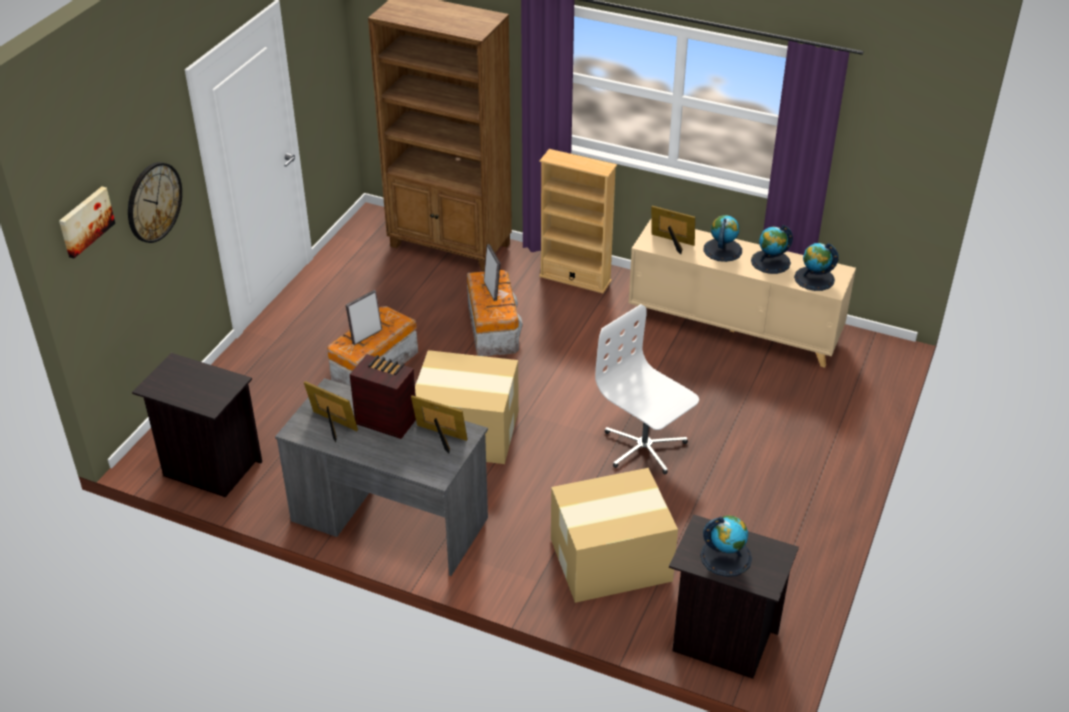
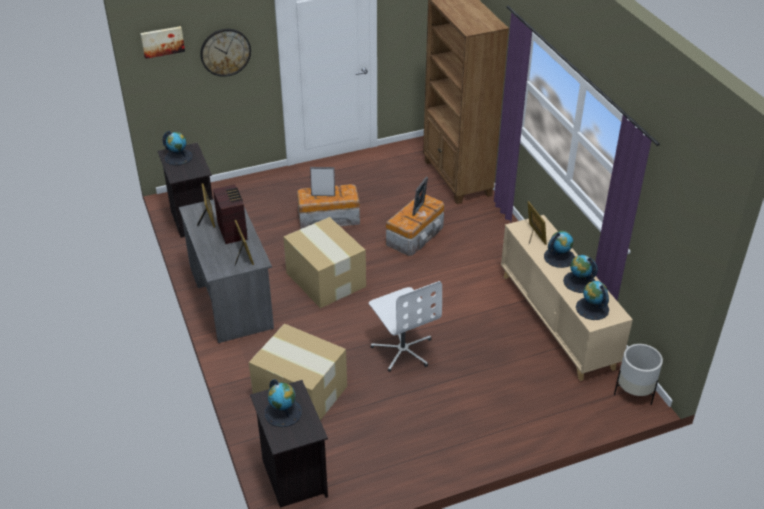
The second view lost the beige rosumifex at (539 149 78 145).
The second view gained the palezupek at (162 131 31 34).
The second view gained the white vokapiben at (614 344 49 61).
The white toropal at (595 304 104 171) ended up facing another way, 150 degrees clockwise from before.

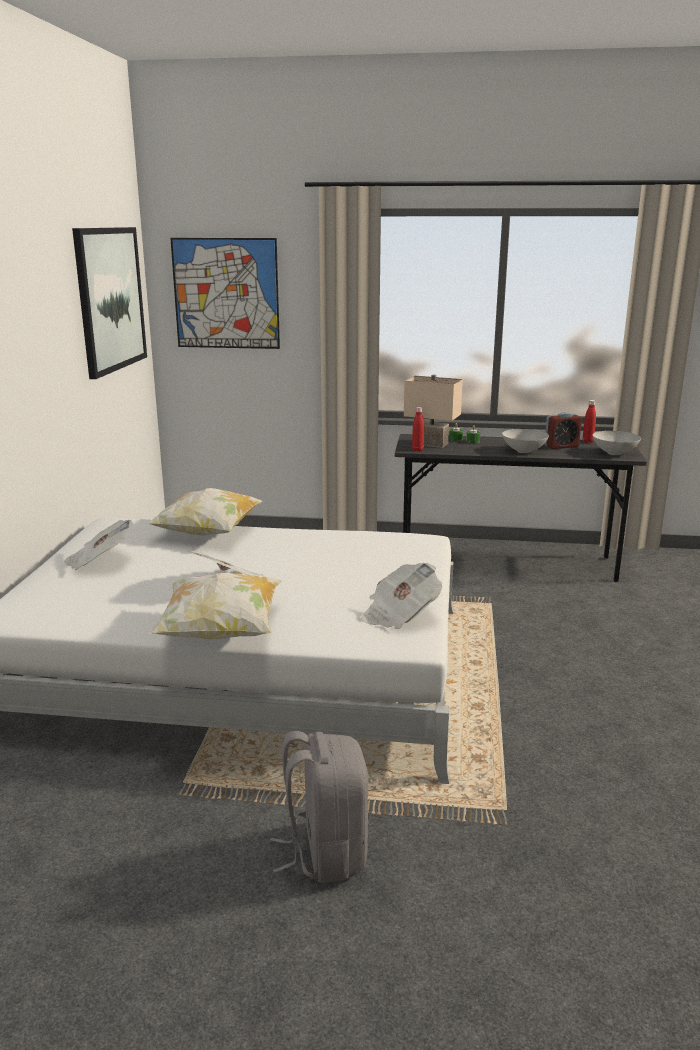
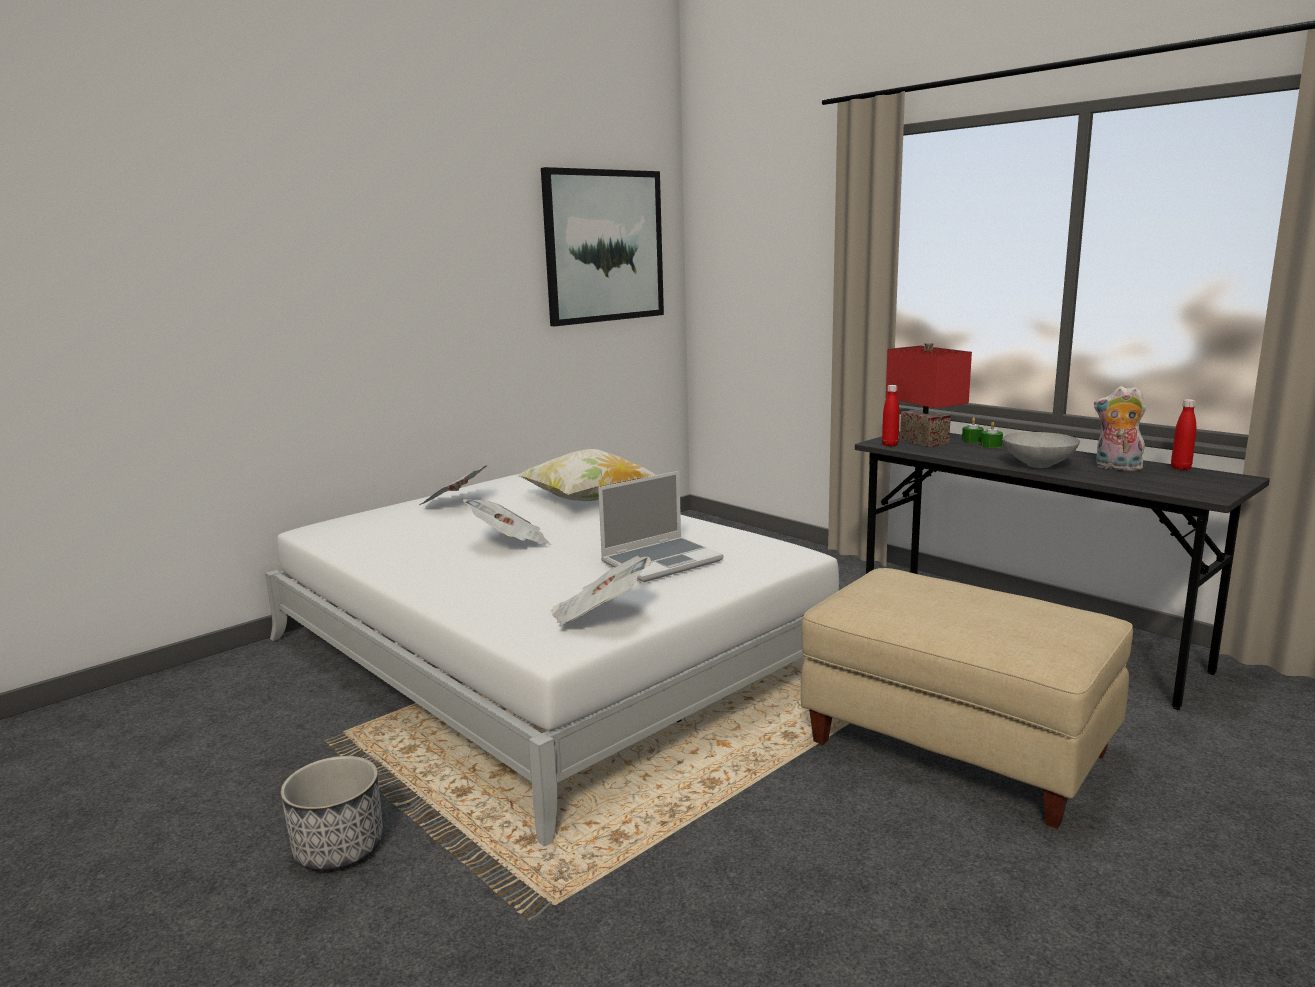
The second view lost the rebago at (149 573 132 66).
The second view lost the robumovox at (170 238 110 111).
The second view lost the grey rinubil at (593 431 48 24).
The second view gained the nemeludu at (598 471 126 111).
The second view gained the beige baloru at (801 568 332 261).
Where the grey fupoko stood at (270 731 99 152), the vokapiben came to stand at (280 756 103 114).
Where the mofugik stood at (545 412 37 37), the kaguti came to stand at (1094 386 52 85).
What was the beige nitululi at (404 375 59 73) turned into the red nitululi at (886 343 86 104).

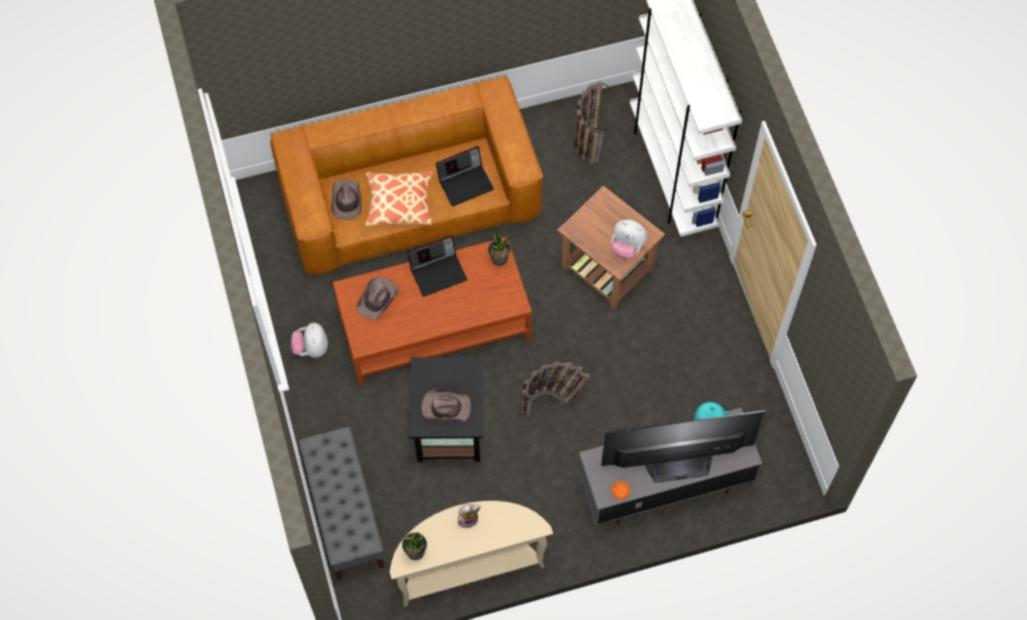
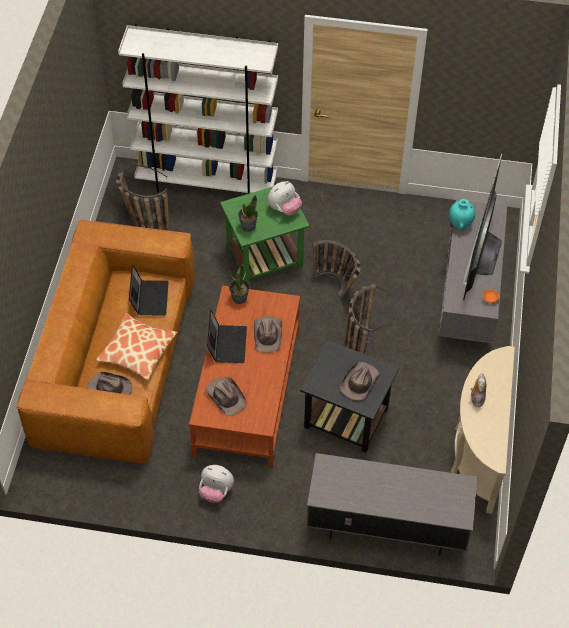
The second view gained the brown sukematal at (254 316 29 37).
The second view gained the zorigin at (309 240 52 57).
The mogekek ended up elsewhere, having gone from (402 532 25 28) to (238 195 20 37).
Where the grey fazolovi stood at (298 427 86 153), the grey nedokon came to stand at (306 453 171 103).
What was the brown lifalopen at (557 185 108 124) turned into the green lifalopen at (220 186 90 98).

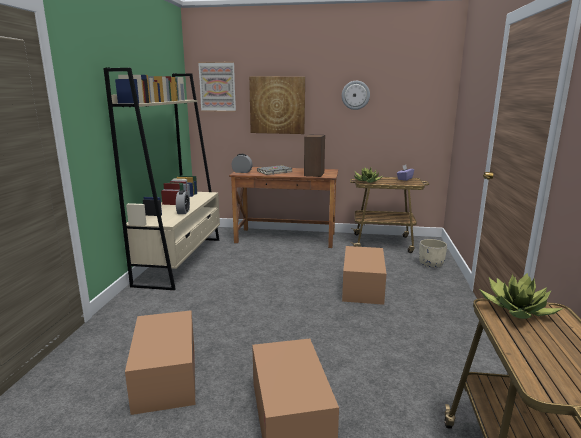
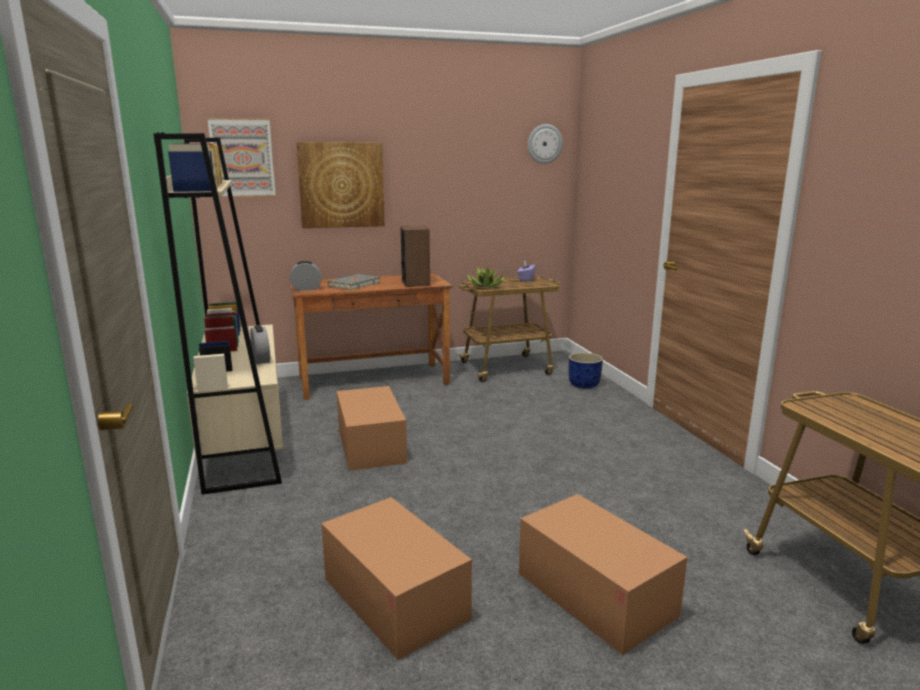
The second view lost the mogekek at (479 273 84 46).
The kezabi ended up elsewhere, having gone from (342 81 28 29) to (528 124 35 40).
The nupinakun ended up elsewhere, having gone from (342 246 44 59) to (337 386 70 85).
What was the beige vokapiben at (419 239 28 29) turned into the blue vokapiben at (569 352 34 37).

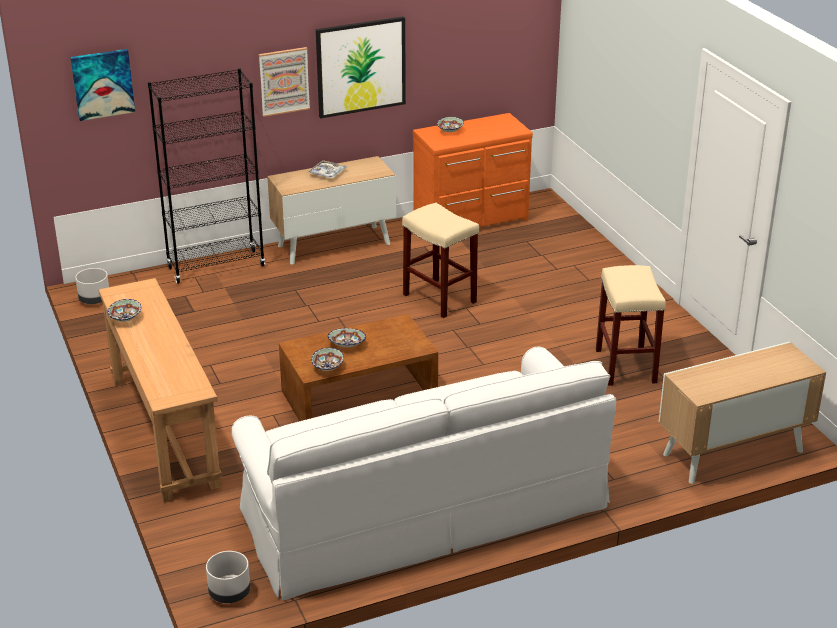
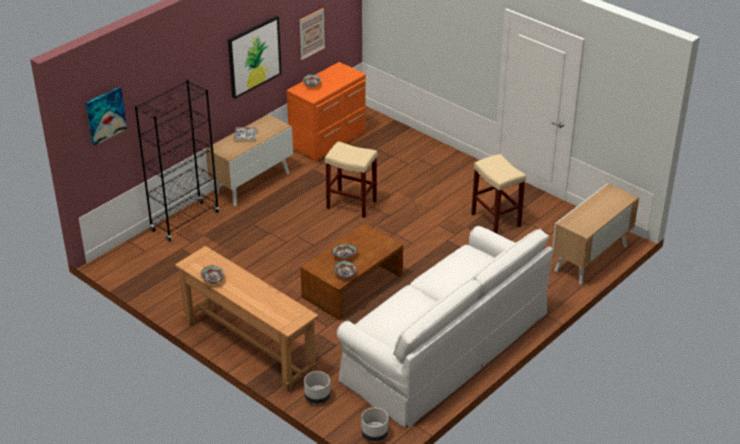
The grey vokapiben ended up elsewhere, having gone from (75 268 34 36) to (304 371 26 33).
The robumovox ended up elsewhere, having gone from (259 47 51 70) to (299 8 26 52).

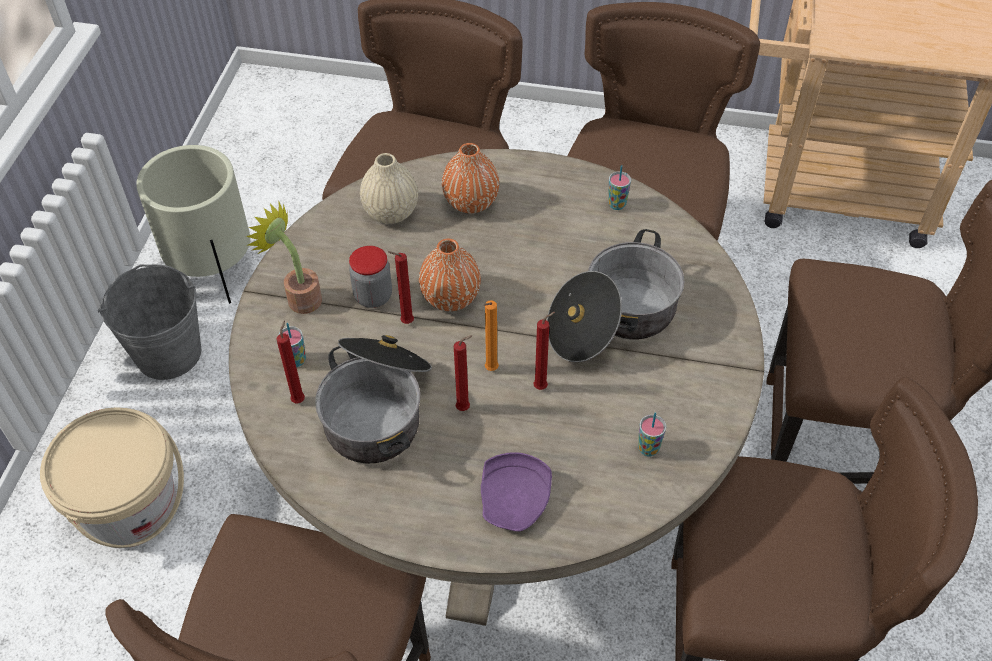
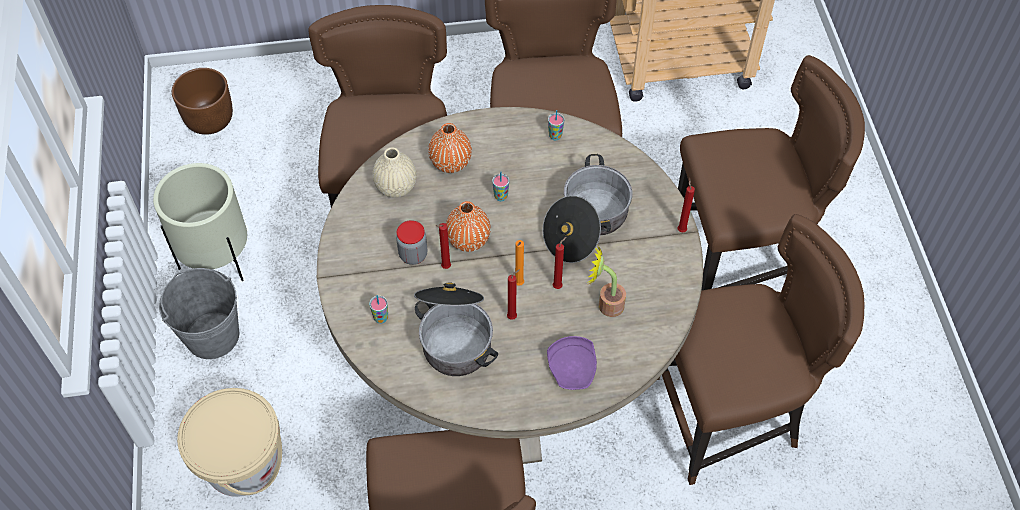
The second view gained the brown vokapiben at (172 68 61 67).
The mogekek ended up elsewhere, having gone from (246 200 76 114) to (587 244 39 73).
The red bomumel ended up elsewhere, having gone from (276 320 29 83) to (678 177 17 55).
The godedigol ended up elsewhere, having gone from (638 413 28 43) to (492 171 17 30).

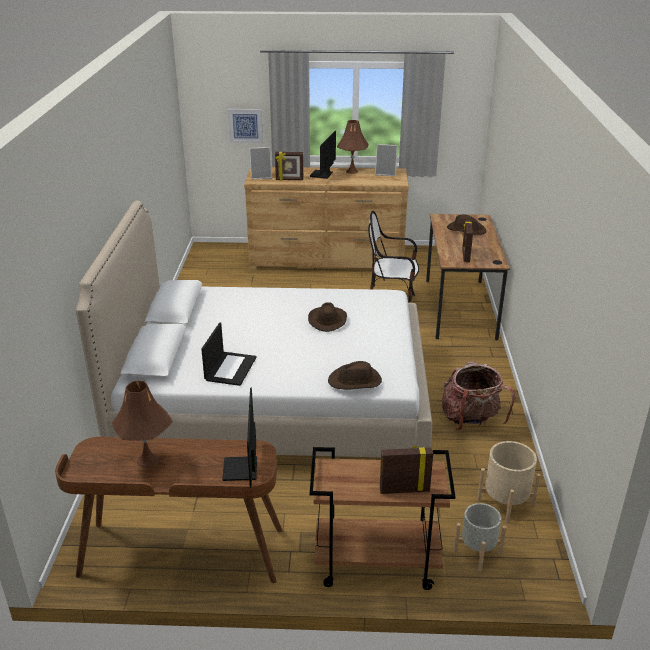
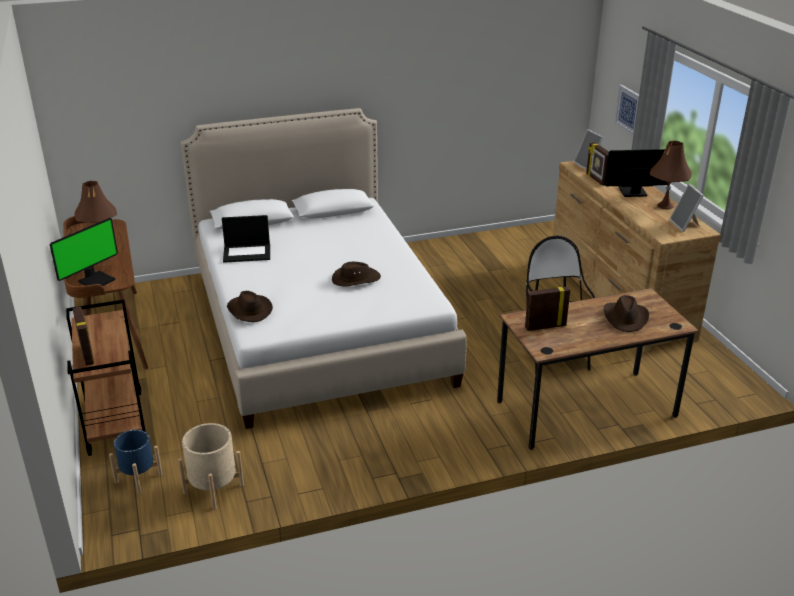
The second view lost the fupoko at (441 361 74 69).
What was the grey vokapiben at (454 503 53 69) turned into the blue vokapiben at (109 430 54 64).
The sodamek at (222 388 35 99) ended up facing another way, 150 degrees clockwise from before.

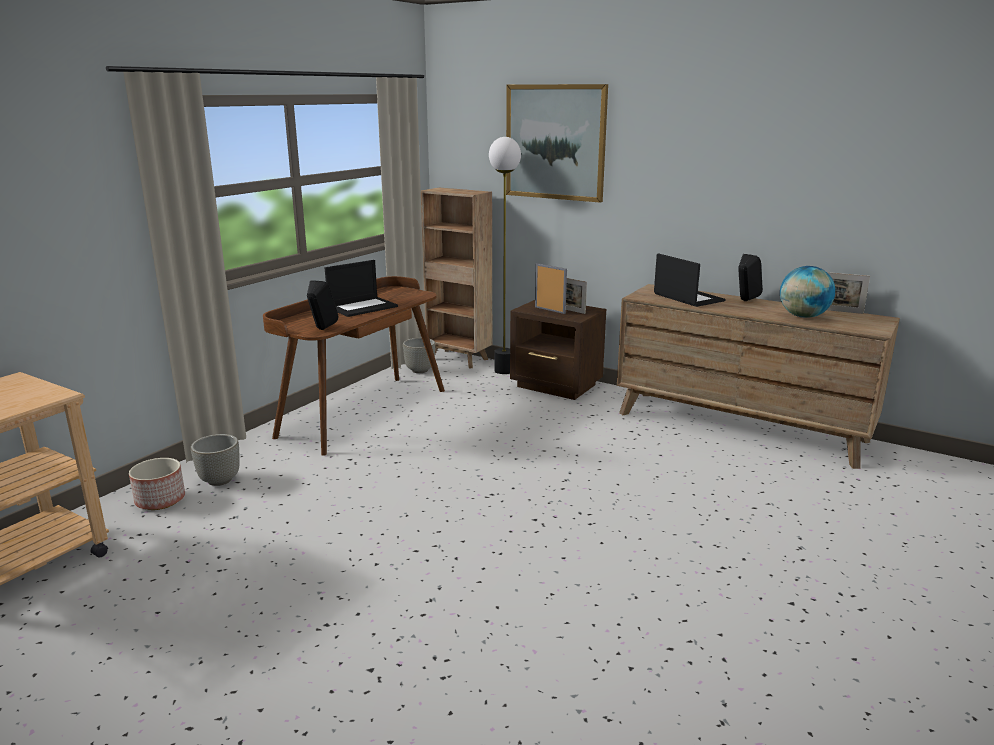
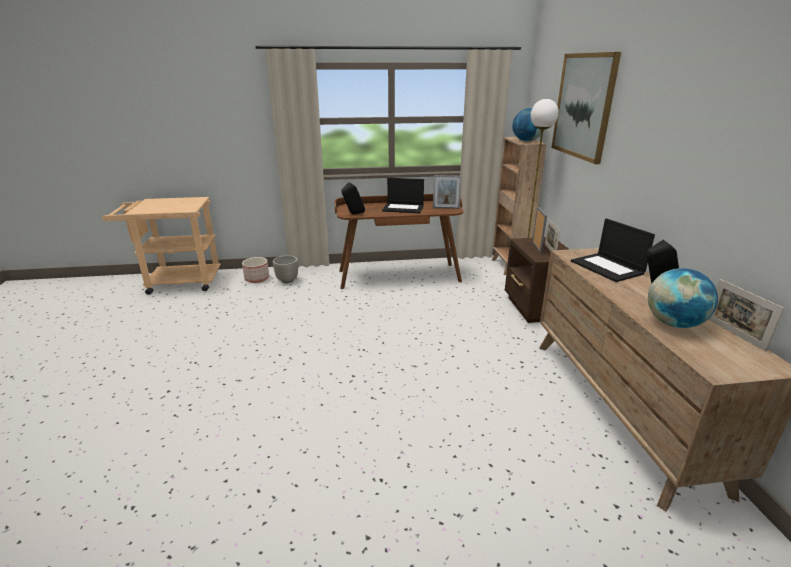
The second view lost the grey vokapiben at (403 338 32 35).
The second view gained the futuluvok at (433 175 29 34).
The second view gained the palezupek at (512 108 29 33).
The nemeludu at (654 253 72 54) ended up facing another way, 135 degrees clockwise from before.

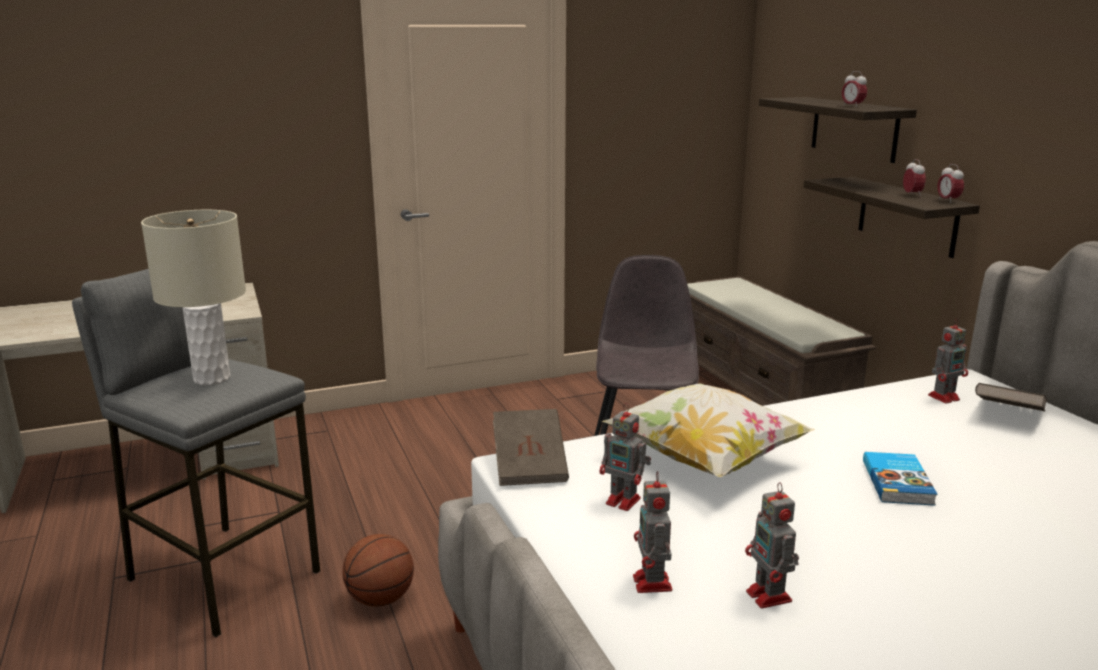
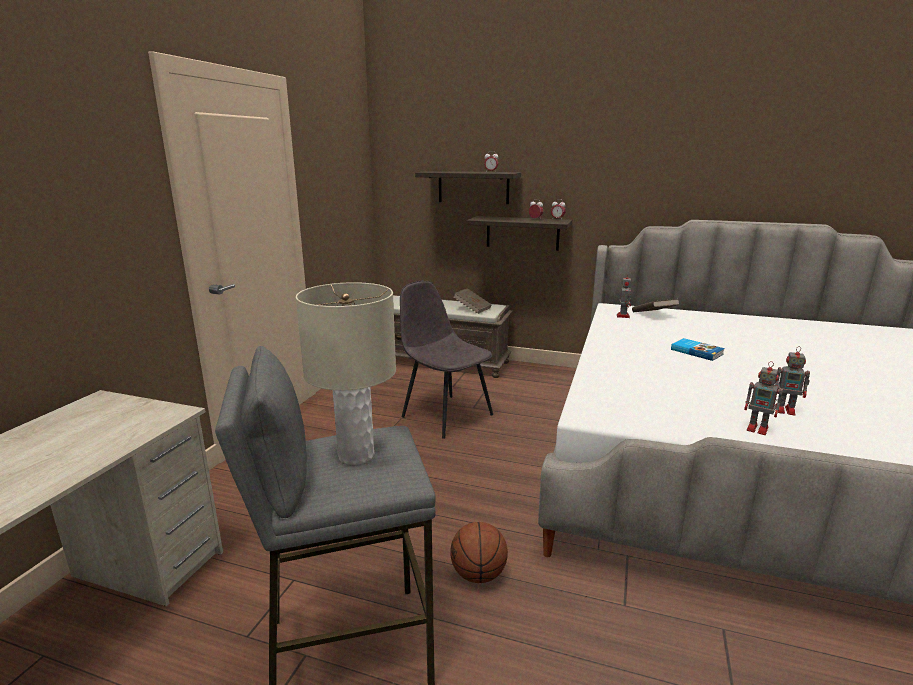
The second view lost the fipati at (600 403 51 108).
The second view lost the rebago at (602 384 213 93).
The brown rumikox ended up elsewhere, having gone from (493 409 76 77) to (453 288 39 26).

